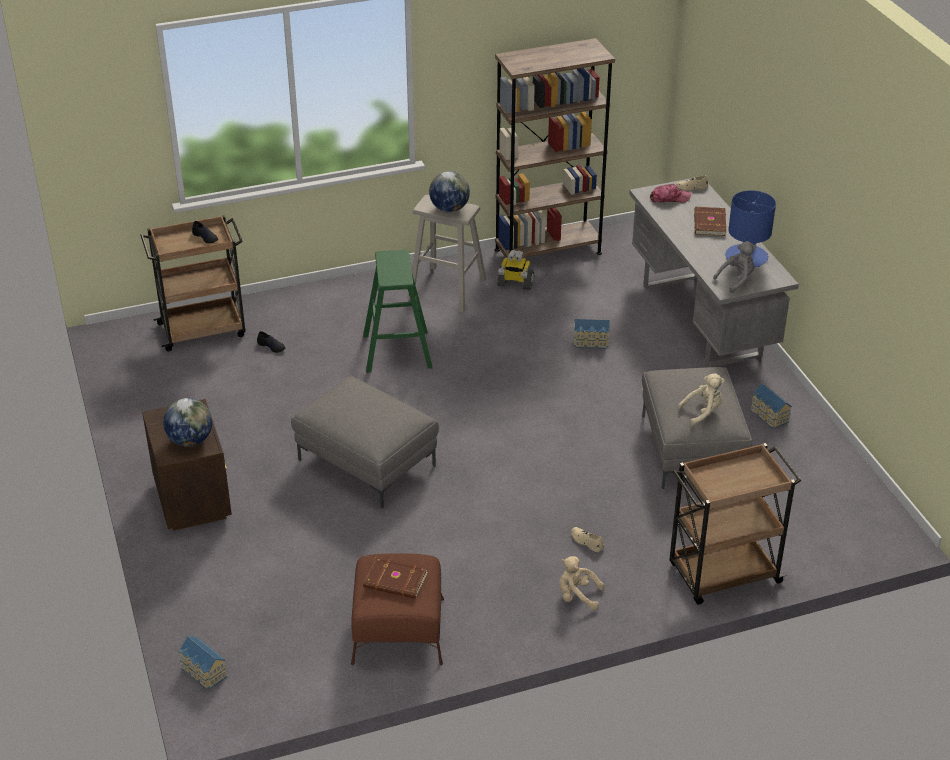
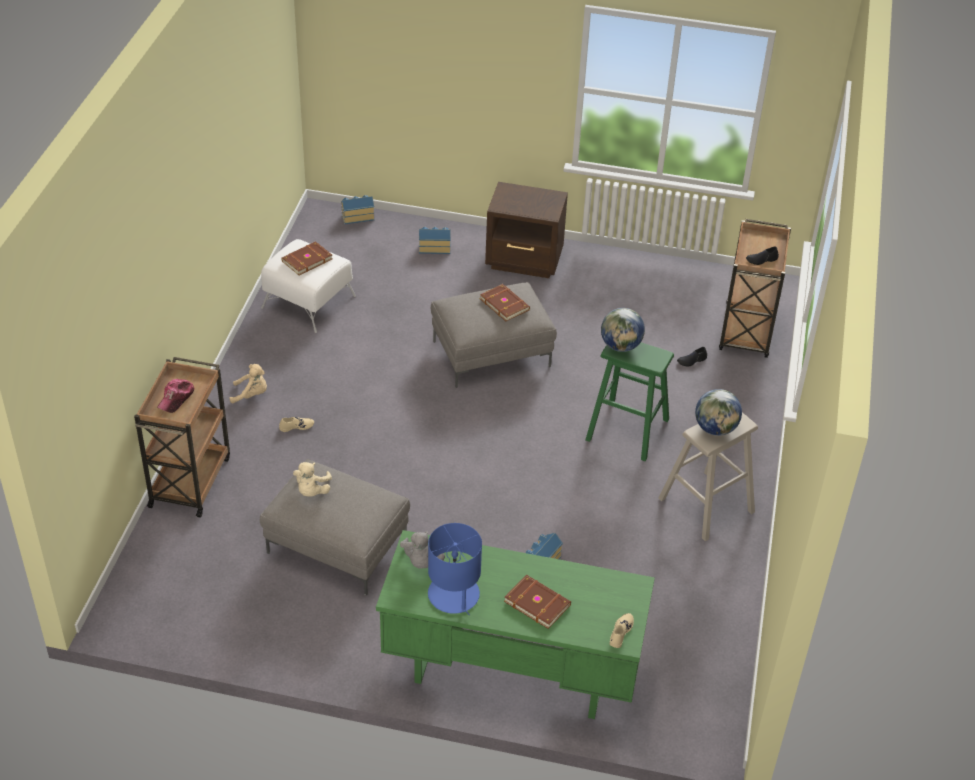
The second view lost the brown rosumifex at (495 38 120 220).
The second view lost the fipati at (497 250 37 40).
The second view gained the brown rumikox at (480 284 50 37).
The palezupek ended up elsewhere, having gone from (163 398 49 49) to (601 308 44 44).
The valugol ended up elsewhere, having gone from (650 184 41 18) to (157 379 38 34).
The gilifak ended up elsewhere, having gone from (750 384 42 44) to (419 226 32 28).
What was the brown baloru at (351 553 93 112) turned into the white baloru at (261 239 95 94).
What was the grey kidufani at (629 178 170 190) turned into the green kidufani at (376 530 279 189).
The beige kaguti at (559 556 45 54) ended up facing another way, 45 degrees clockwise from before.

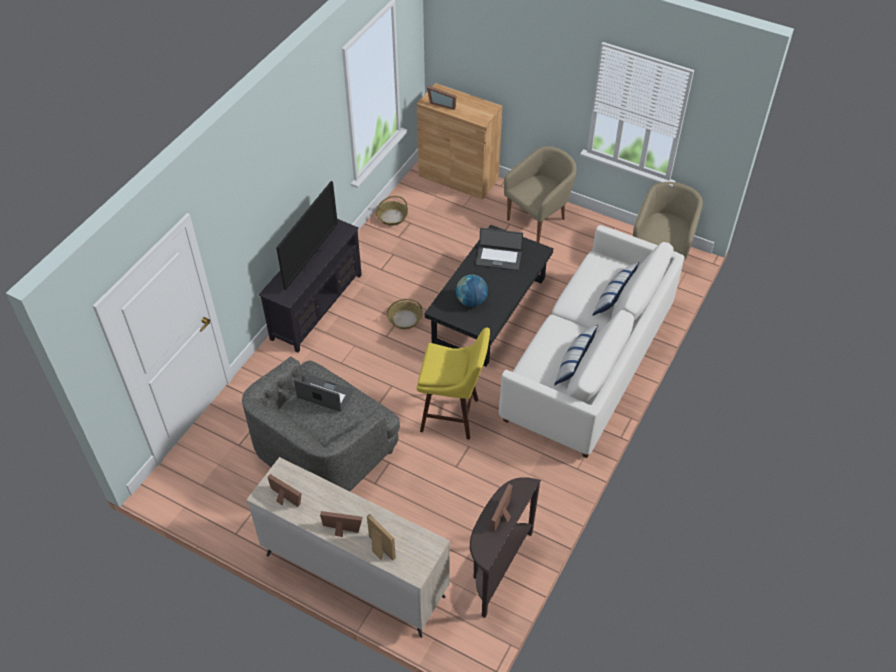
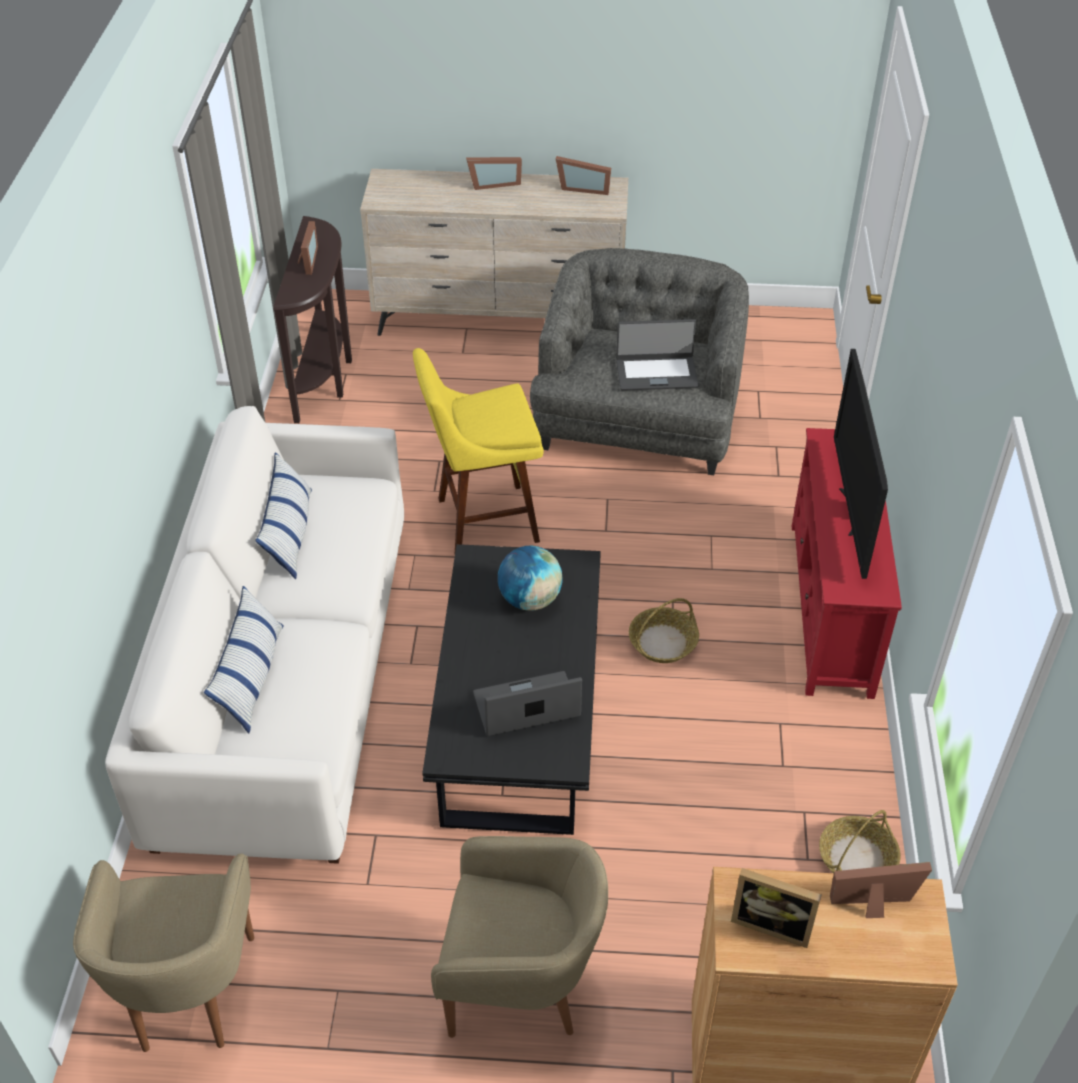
The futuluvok ended up elsewhere, having gone from (367 514 29 46) to (731 868 90 80).
What was the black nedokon at (259 219 103 133) turned into the red nedokon at (792 428 110 271).
The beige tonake at (504 146 73 97) ended up facing another way, 105 degrees counterclockwise from before.

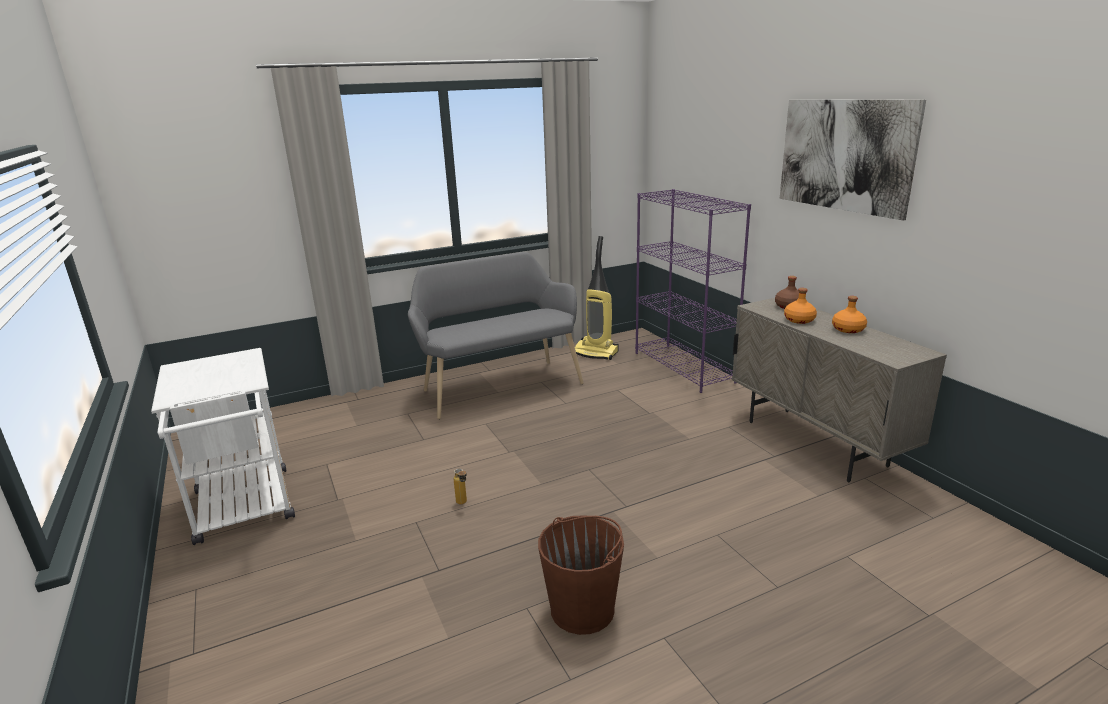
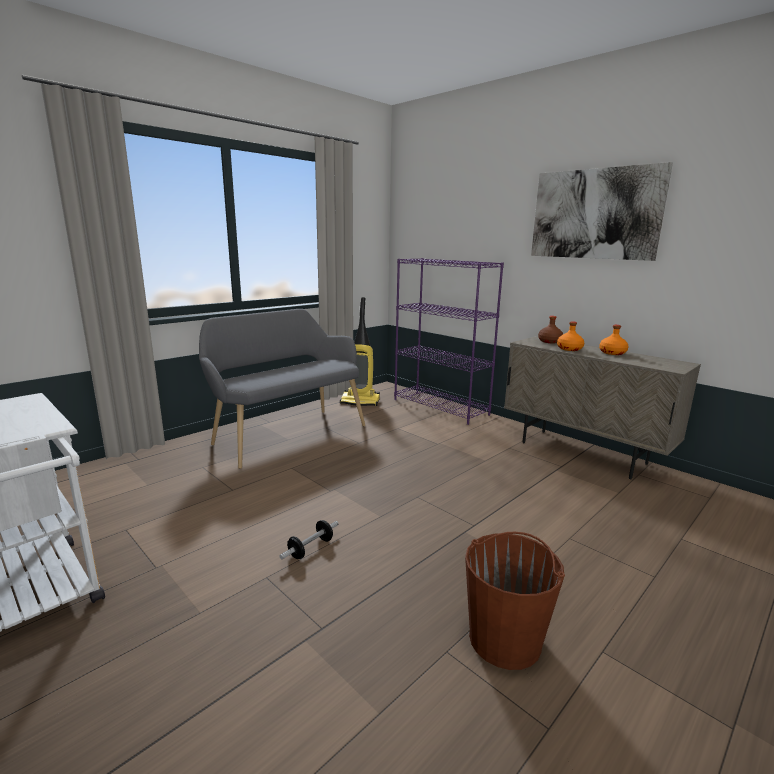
Where the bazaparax stood at (453 468 14 36), the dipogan came to stand at (279 520 60 39).

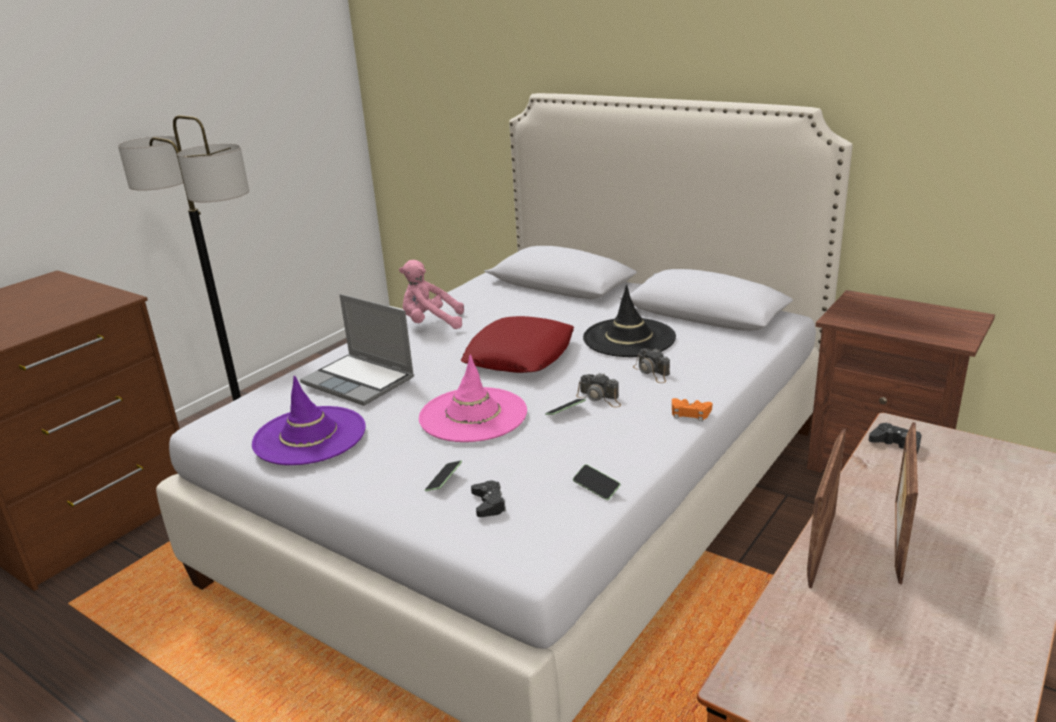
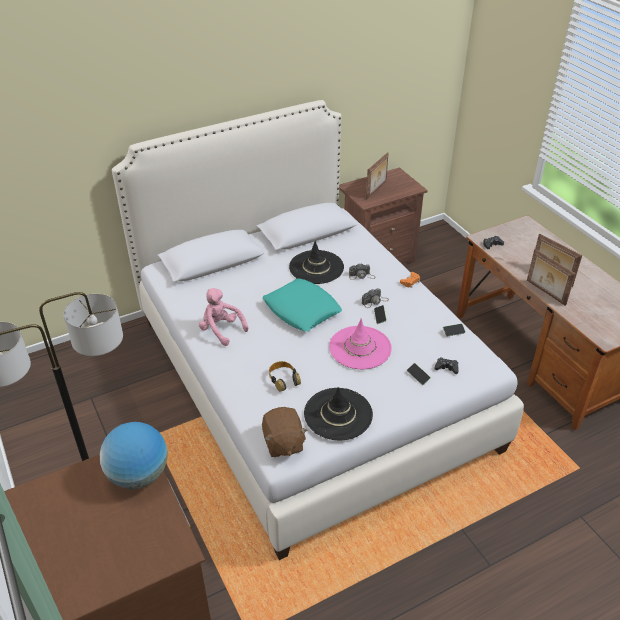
The second view gained the palezupek at (100 422 68 67).
The second view gained the brown kaguti at (262 407 46 50).
The second view gained the futuluvok at (366 152 23 47).
Where the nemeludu stood at (300 294 114 112), the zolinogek came to stand at (269 361 32 31).
What was the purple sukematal at (252 376 114 89) turned into the black sukematal at (304 387 69 53).
What was the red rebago at (461 316 113 57) turned into the turquoise rebago at (262 278 80 53).
The pink kaguti at (399 260 65 69) ended up facing another way, 105 degrees clockwise from before.

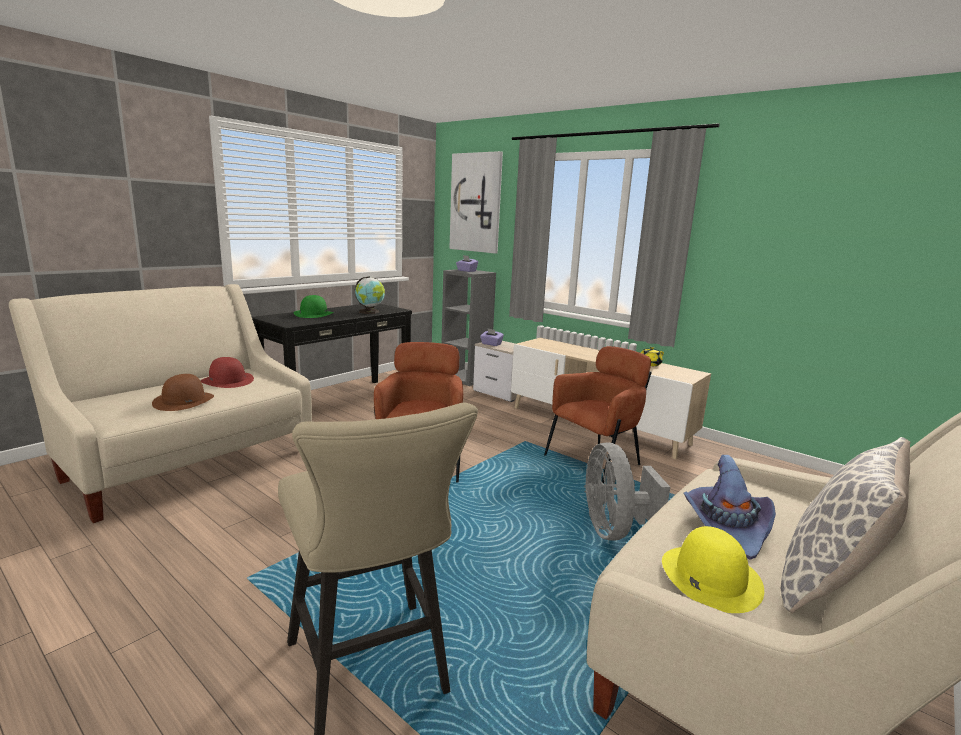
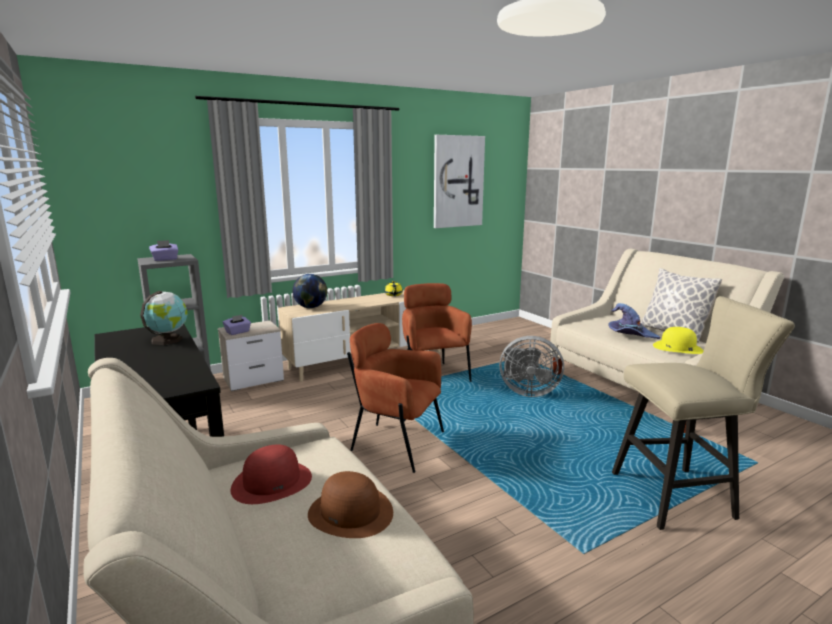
The second view lost the green sukematal at (294 295 40 23).
The second view gained the palezupek at (292 274 35 34).
The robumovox ended up elsewhere, having gone from (449 151 54 103) to (434 135 51 93).

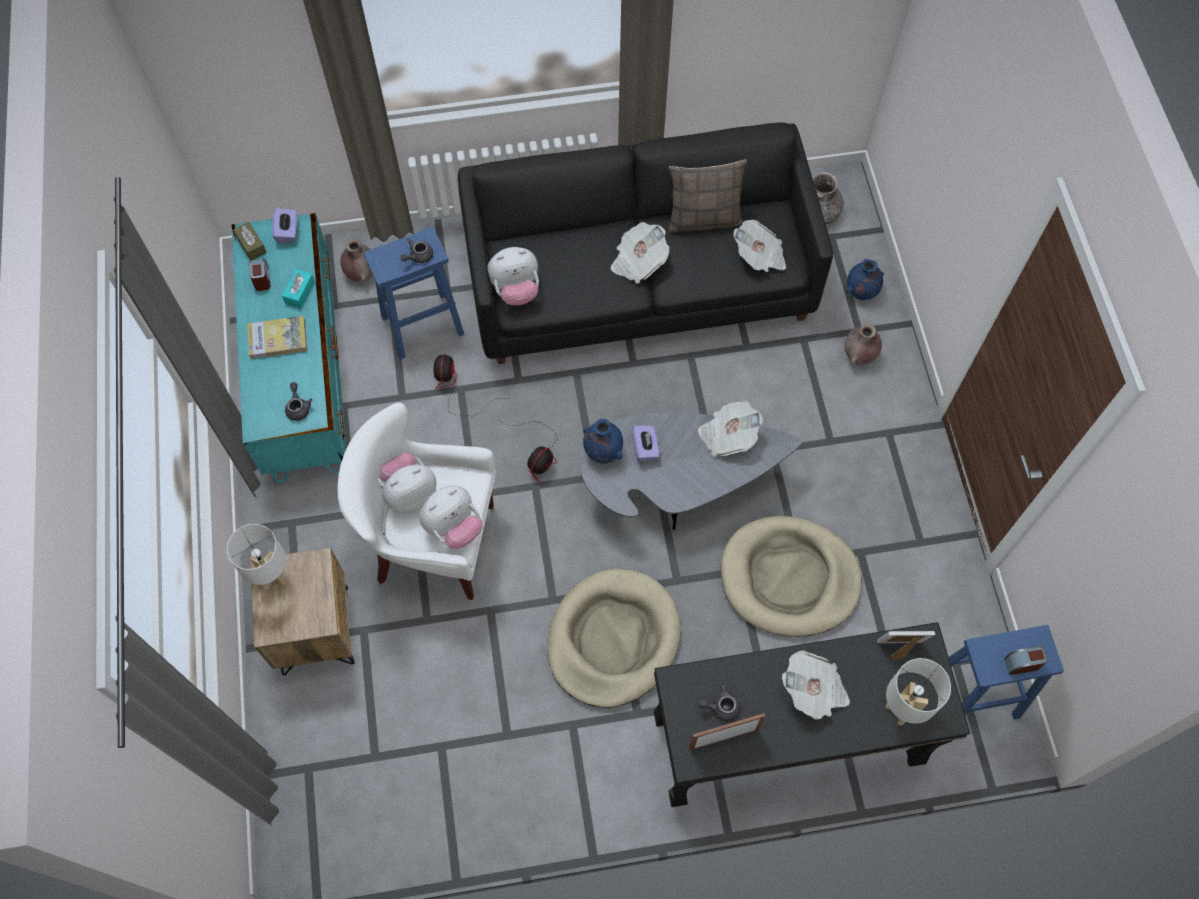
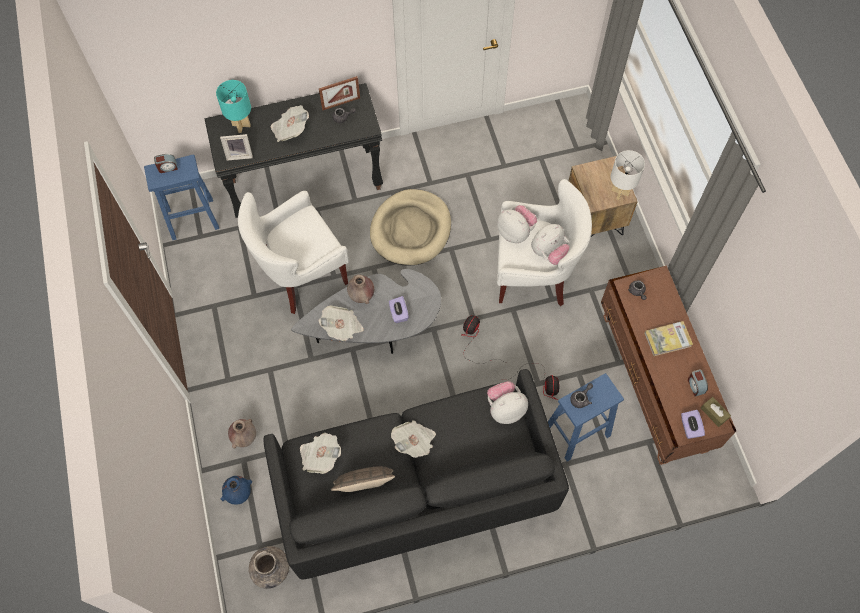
The second view lost the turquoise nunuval at (282 269 33 39).
The second view lost the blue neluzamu at (583 419 40 45).
The brown neluzamu ended up elsewhere, having gone from (340 239 32 43) to (347 275 27 29).
Where the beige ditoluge stood at (721 516 141 121), the white tonake came to stand at (238 191 111 123).
What was the turquoise nedokon at (232 213 115 270) turned into the brown nedokon at (601 265 135 200).
What was the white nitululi at (886 658 65 68) turned into the turquoise nitululi at (216 80 35 53).
The kaguti at (419 485 64 64) ended up facing another way, 90 degrees clockwise from before.

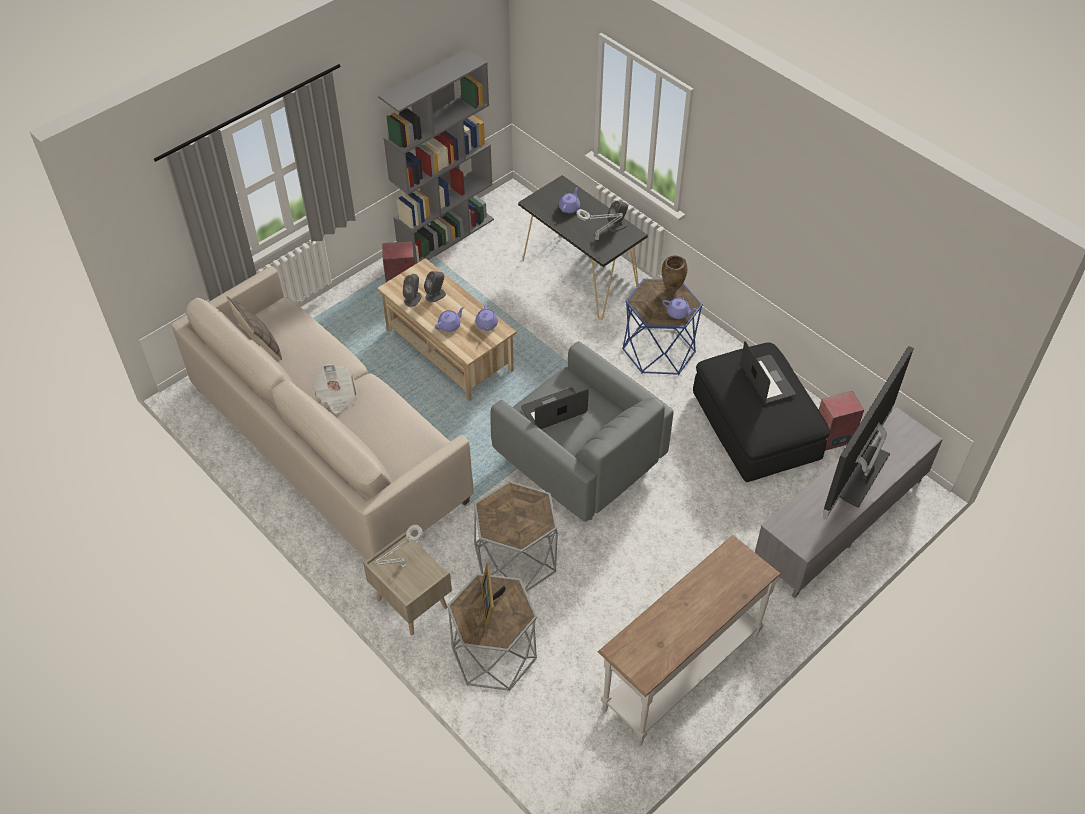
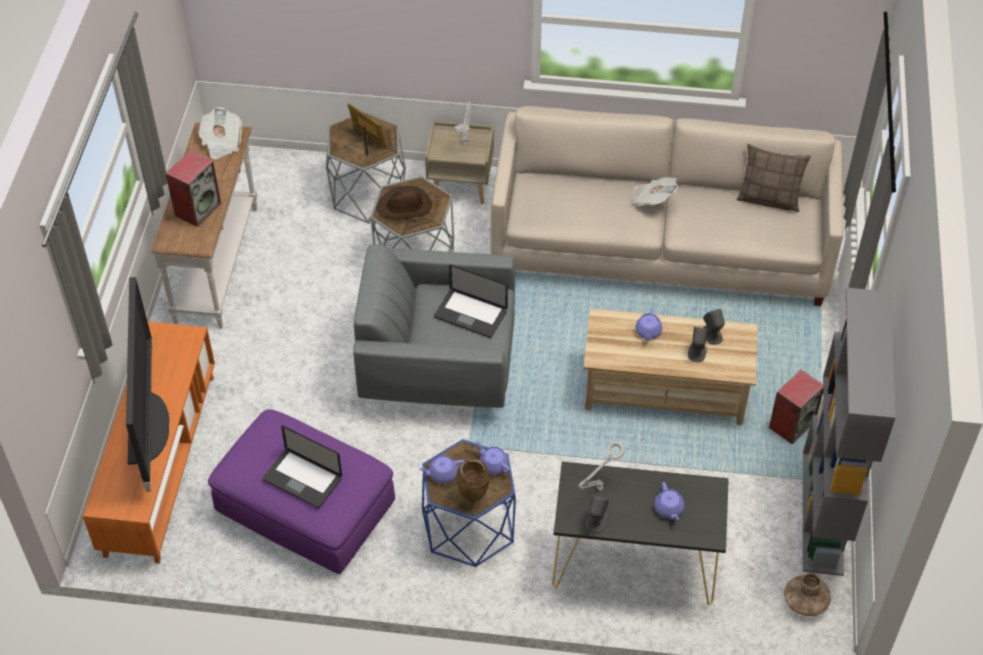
The second view gained the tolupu at (198 107 45 52).
The second view gained the brown sukematal at (377 186 55 34).
The second view gained the brown neluzamu at (784 572 47 44).
The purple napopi ended up elsewhere, having gone from (475 304 23 27) to (476 441 34 34).
The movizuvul ended up elsewhere, having gone from (819 391 45 60) to (166 150 55 77).
What was the black baloru at (693 343 137 139) turned into the purple baloru at (208 409 187 165).
What was the grey nedokon at (755 408 188 190) turned into the orange nedokon at (83 322 132 242).
The nemeludu at (521 387 68 42) ended up facing another way, 90 degrees clockwise from before.

